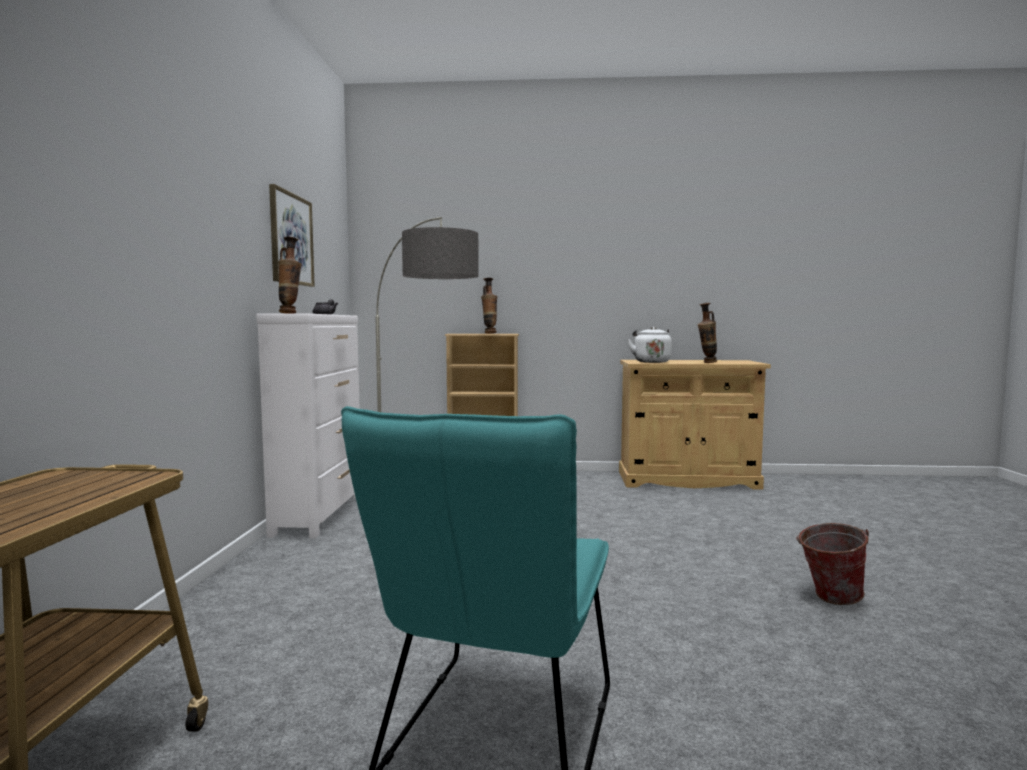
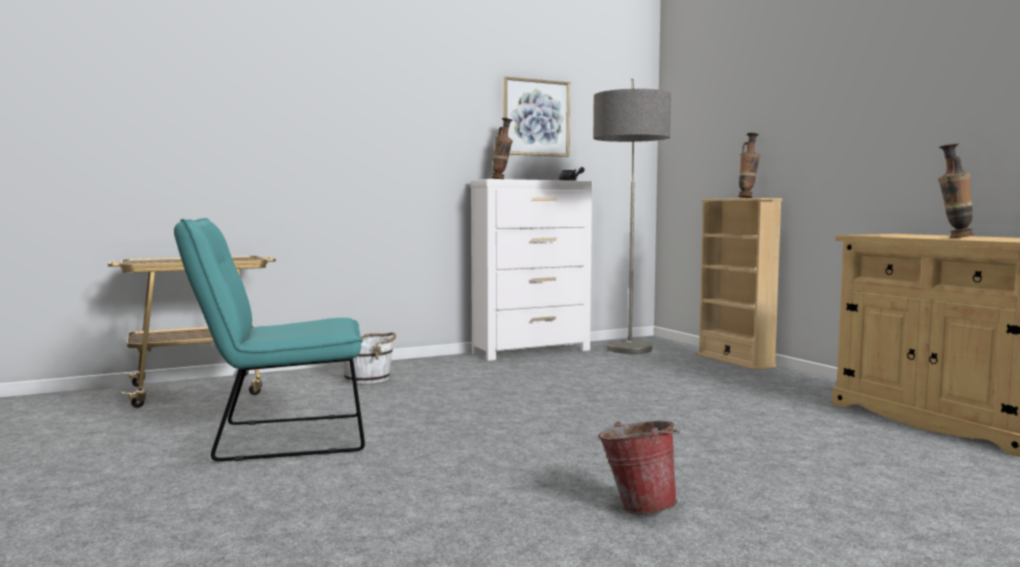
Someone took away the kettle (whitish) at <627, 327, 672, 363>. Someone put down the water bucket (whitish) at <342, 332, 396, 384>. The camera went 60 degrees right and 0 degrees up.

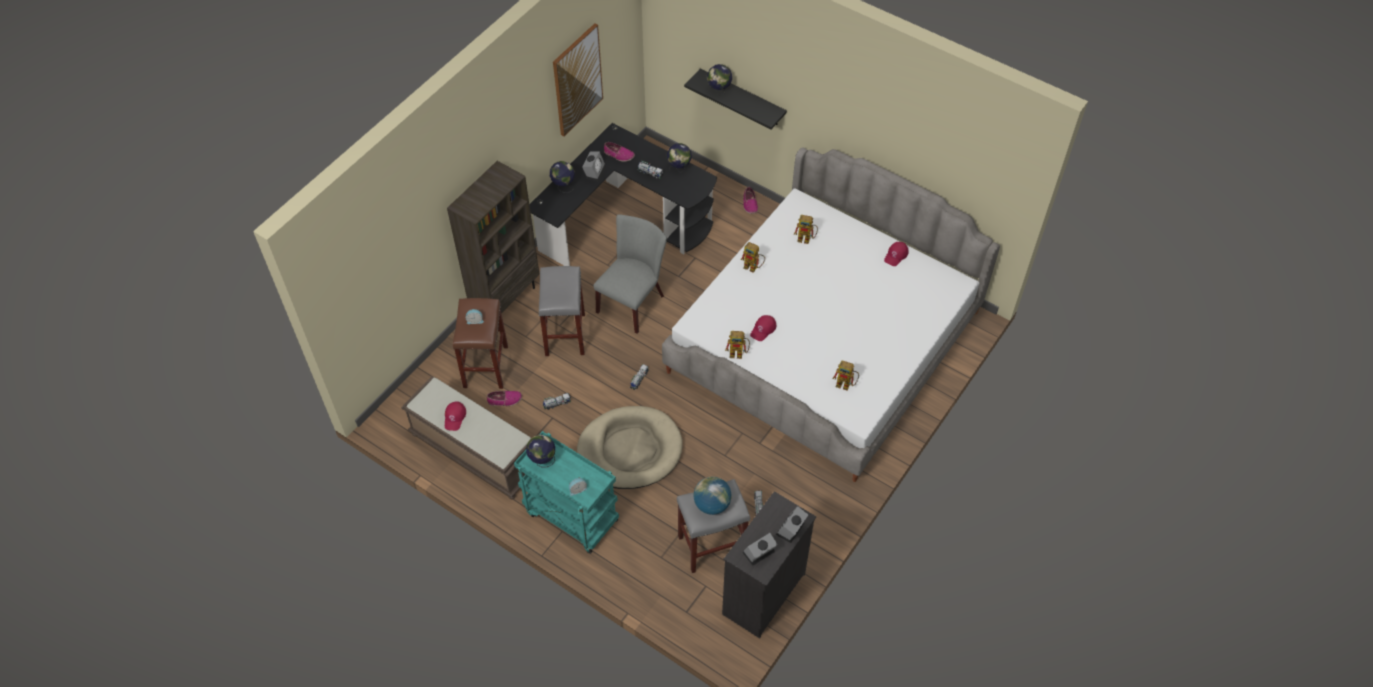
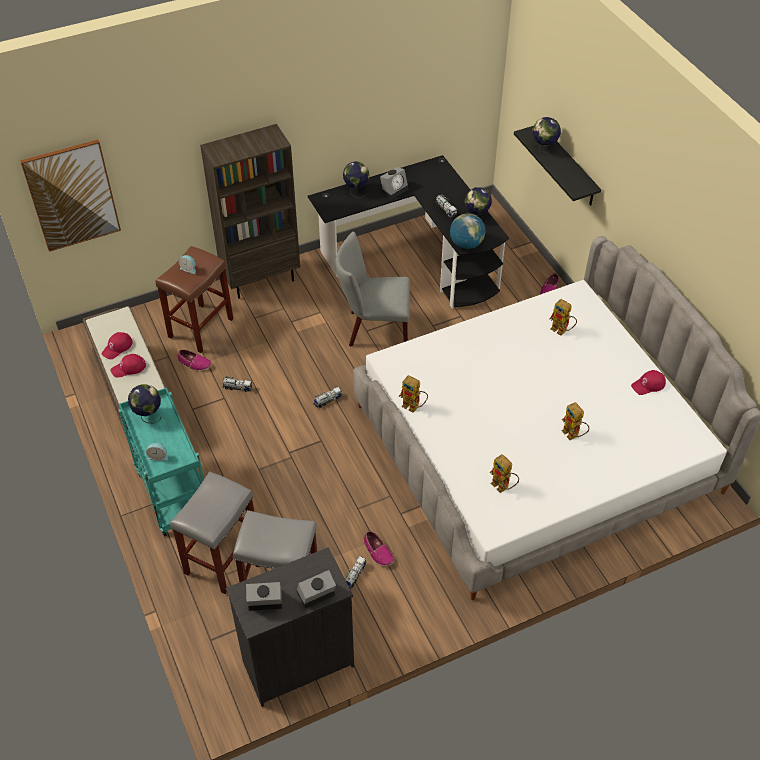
Someone carried the sitting stool (gray) from <539, 266, 585, 356> to <170, 472, 254, 594>. Someone carried the picture from <553, 23, 603, 137> to <20, 140, 121, 252>. Someone took away the dog cushion (beige) at <577, 406, 682, 489>. Someone rotated the upright chair (gray) at <594, 214, 667, 333> by 150 degrees counterclockwise. Someone carried the item of footwear from <604, 142, 635, 162> to <364, 531, 394, 566>. Someone carried the globe from <693, 477, 731, 515> to <450, 213, 485, 249>. Someone carried the model robot from <741, 242, 765, 273> to <561, 402, 589, 440>. Someone carried the baseball cap (red-coloured) from <750, 315, 776, 341> to <111, 354, 146, 378>. The camera went 30 degrees right and 5 degrees down.

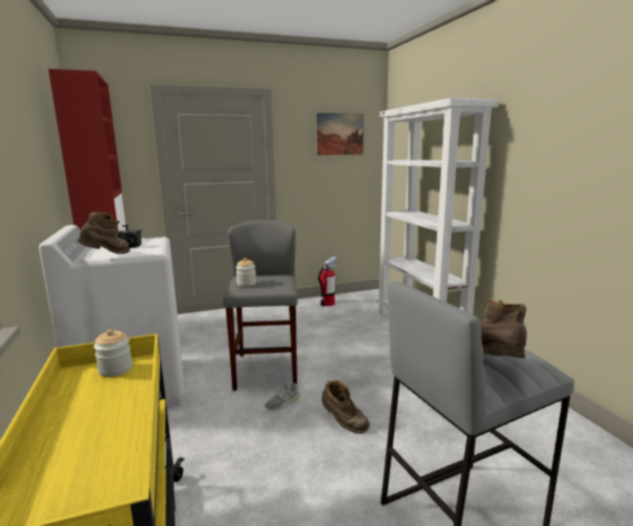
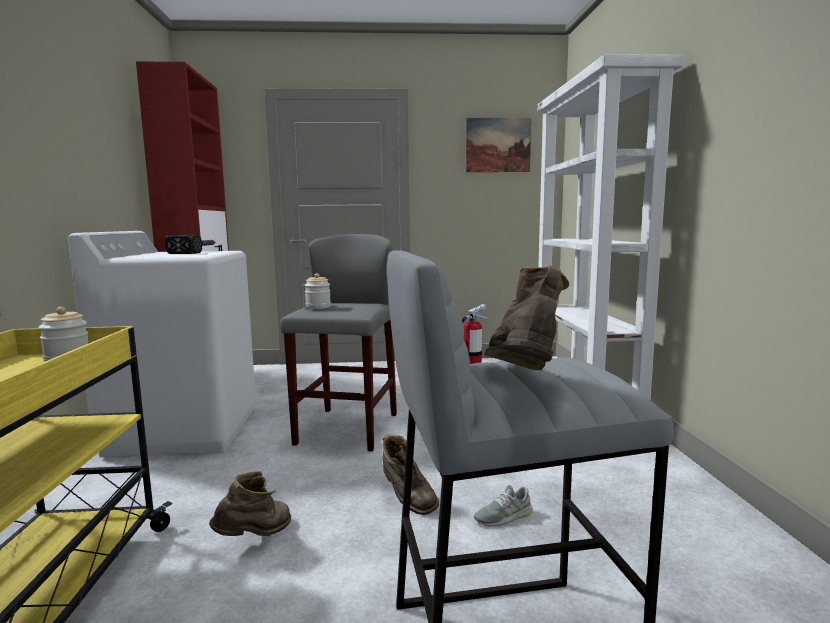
Someone carried the tall boot (brown) from <76, 212, 130, 254> to <209, 471, 291, 536>. Someone carried the item of footwear (gray) from <265, 383, 300, 410> to <474, 485, 533, 526>. The camera went 15 degrees right and 5 degrees down.

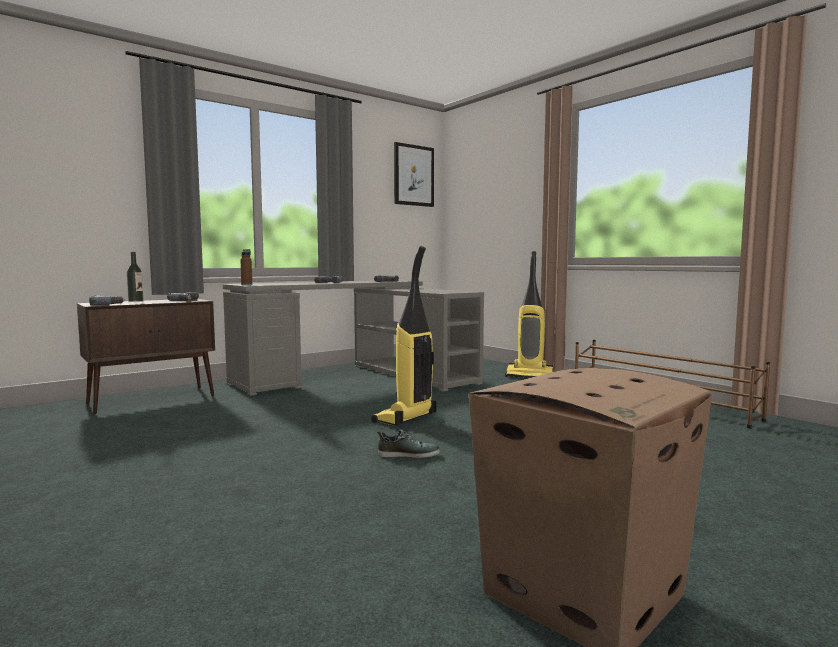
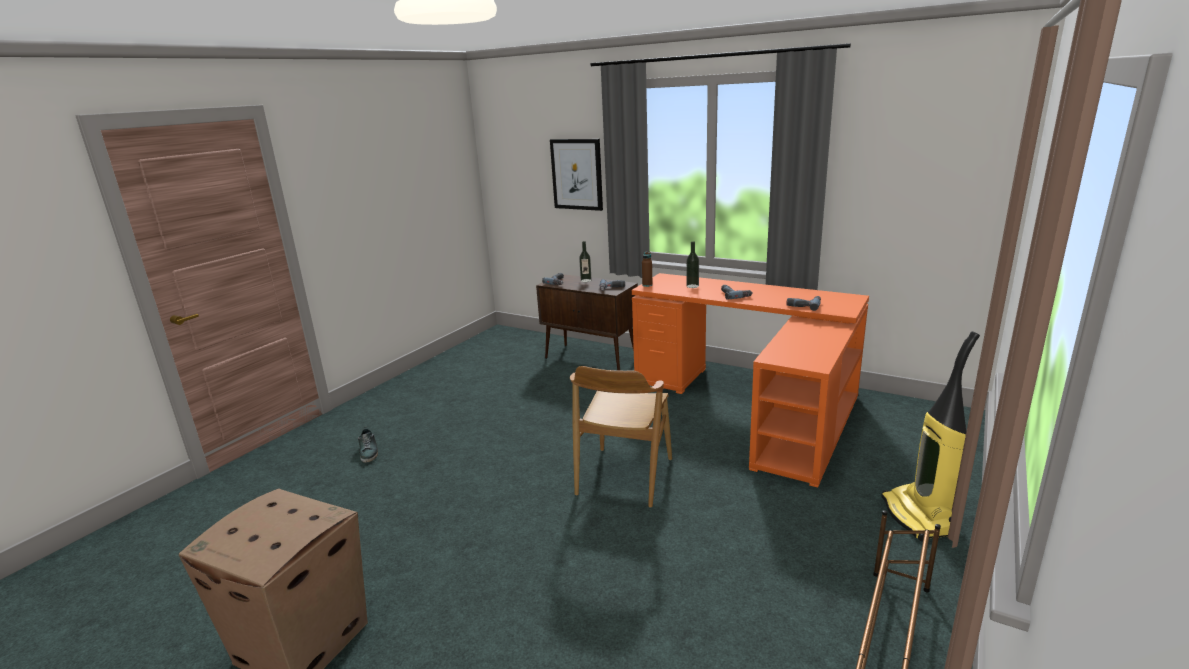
Someone repainted the desk (gray) at <223, 280, 484, 396>, which became the desk (orange) at <632, 273, 869, 488>. Someone swapped the vacuum cleaner at <371, 246, 437, 426> for the upright chair (brown) at <570, 366, 672, 508>. Someone carried the item of footwear from <377, 429, 440, 458> to <358, 426, 378, 463>. Someone carried the picture from <394, 142, 434, 207> to <550, 139, 603, 211>. Someone put down the drink bottle at <686, 241, 699, 288>. The camera went 70 degrees right and 15 degrees up.

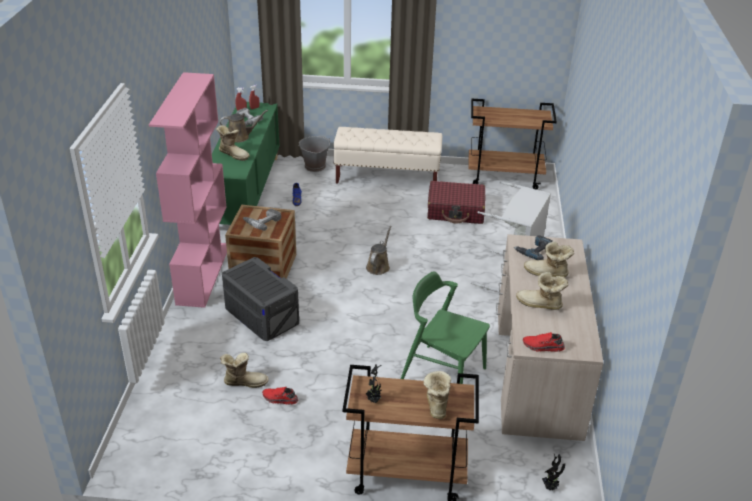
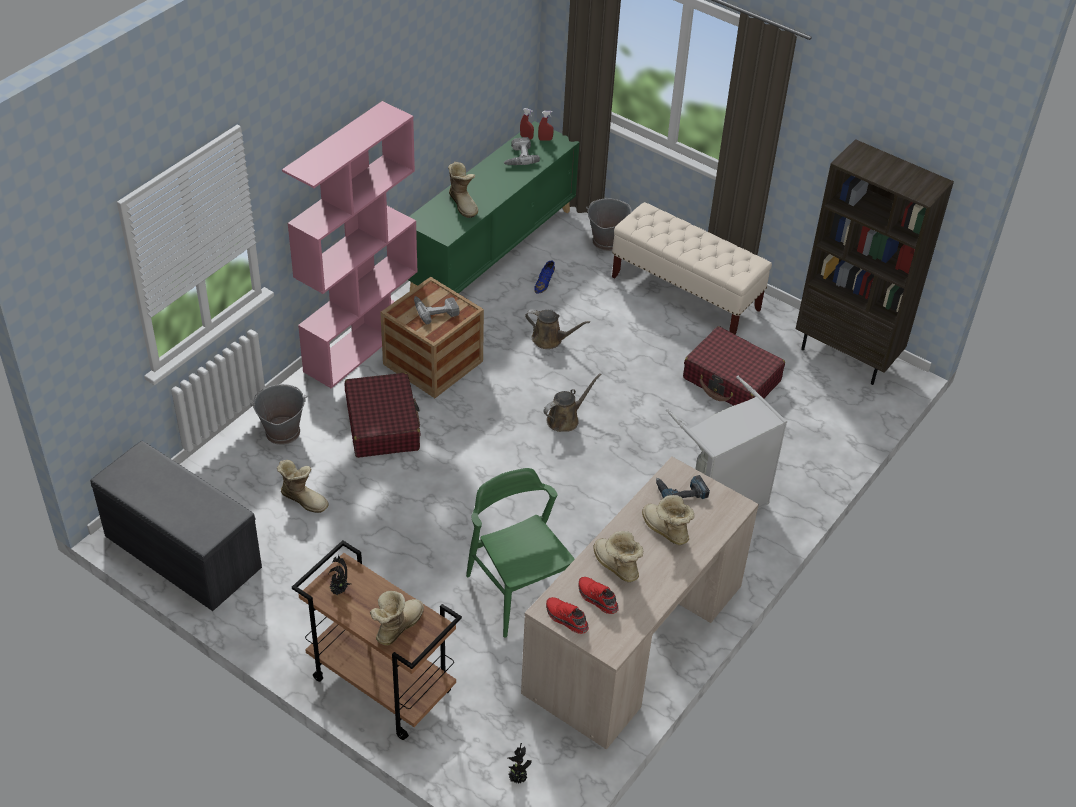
Someone carried the watering pot (brown) from <220, 110, 268, 143> to <525, 309, 590, 349>. Someone swapped the storage bin (gray) at <222, 257, 299, 341> for the piece of luggage (red-coloured) at <345, 372, 420, 458>. Someone carried the item of footwear (red-coloured) from <262, 387, 298, 405> to <578, 577, 619, 614>. Someone swapped the trolley (brown) at <468, 99, 557, 190> for the bookshelf (brown) at <796, 139, 954, 385>. Someone put down the long seat (gray) at <90, 441, 262, 611>. Someone put down the water bucket (gray) at <250, 384, 307, 445>. The camera went 30 degrees right and 10 degrees up.

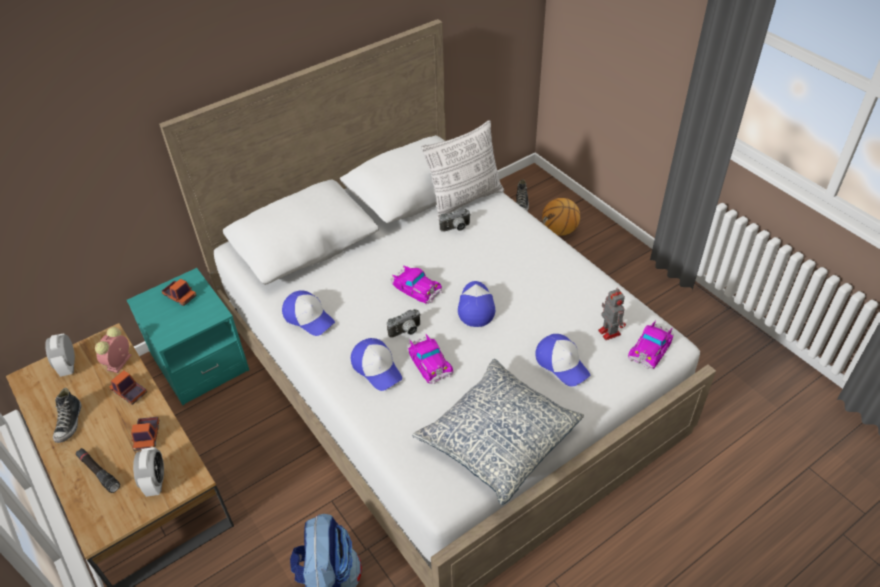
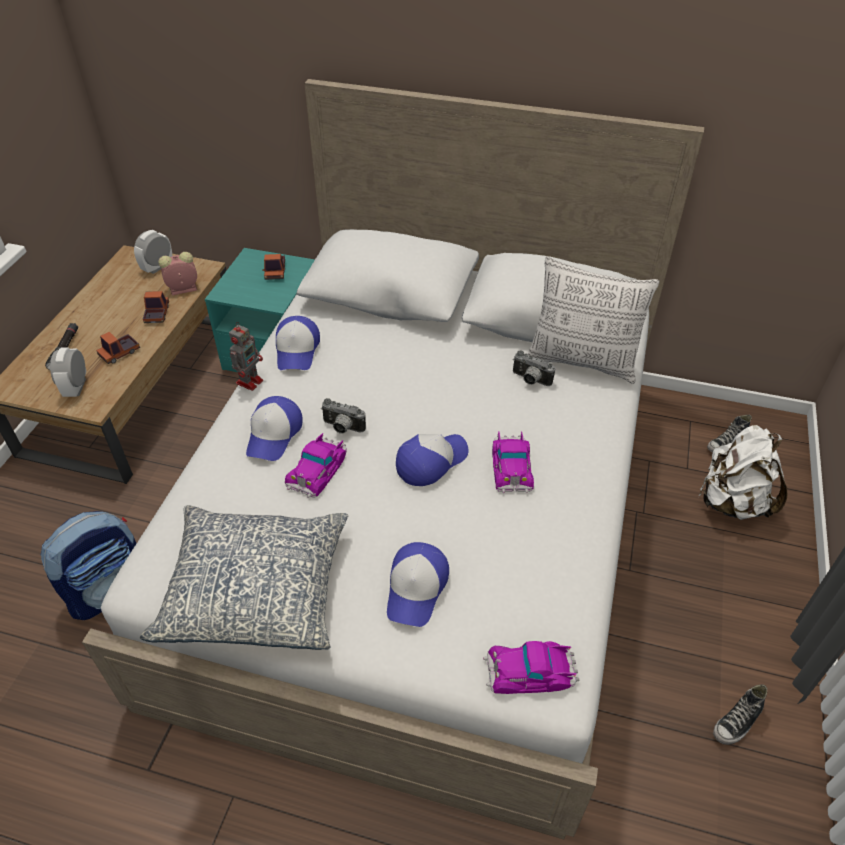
Someone carried the item of footwear from <53, 388, 81, 443> to <713, 684, 767, 745>. Someone rotated the bedside clock at <133, 447, 164, 497> by 135 degrees clockwise. Someone carried the miniature car from <390, 266, 443, 304> to <492, 431, 534, 493>. Someone swapped the basketball at <542, 198, 580, 236> for the backpack (whitish) at <699, 425, 787, 520>. Someone carried the model robot from <598, 289, 626, 340> to <229, 322, 263, 391>. The camera went 50 degrees right and 0 degrees up.

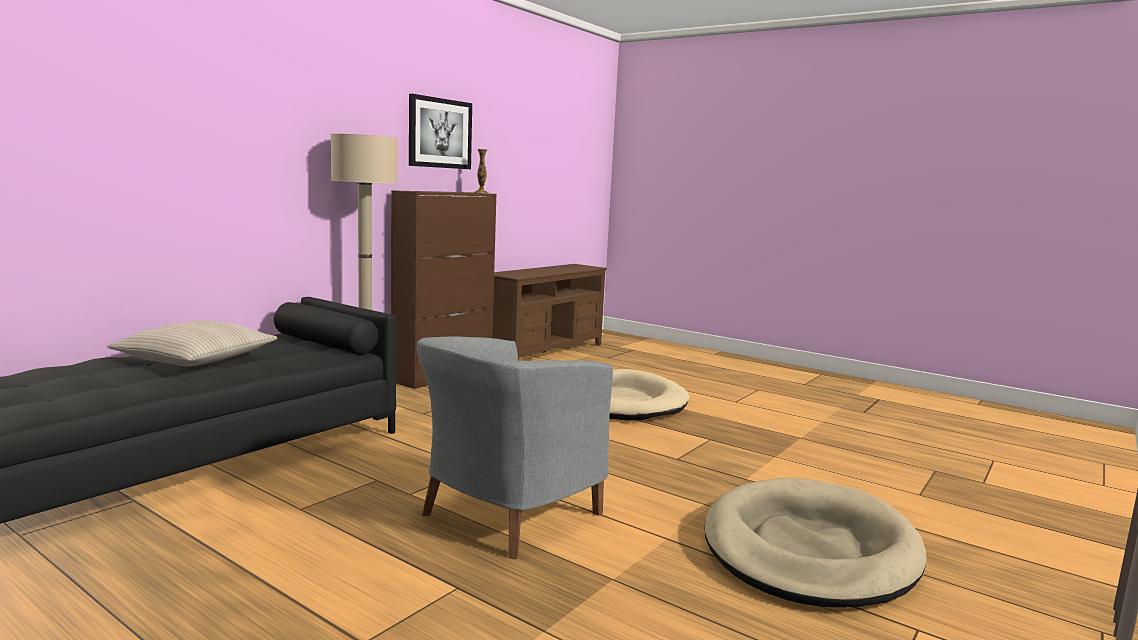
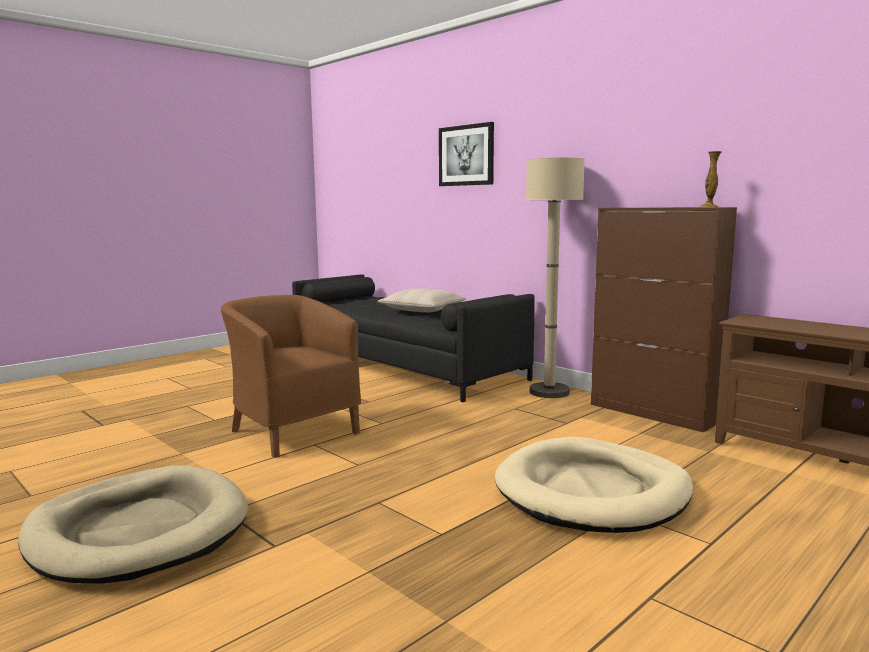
Someone carried the picture from <409, 94, 472, 169> to <439, 122, 494, 186>. Someone repainted the easy chair (gray) at <417, 336, 613, 559>, which became the easy chair (brown) at <221, 295, 361, 458>. The camera went 100 degrees right and 0 degrees up.

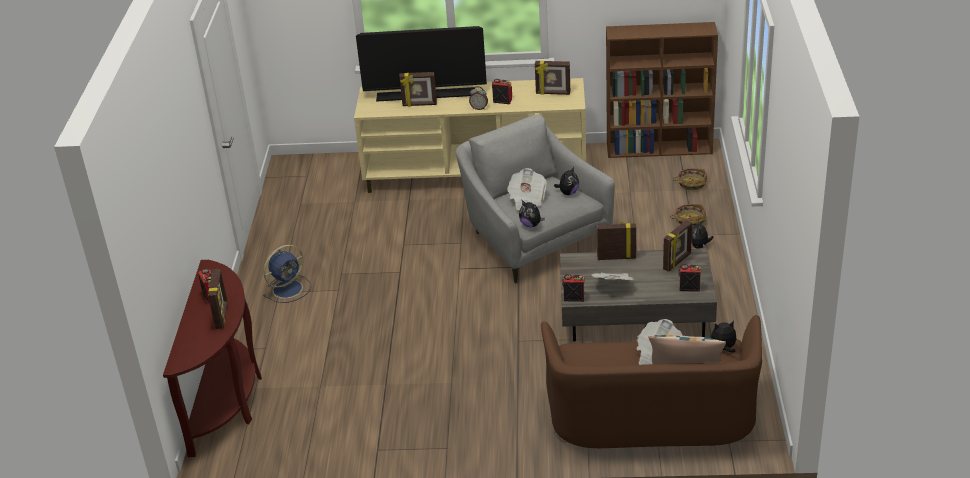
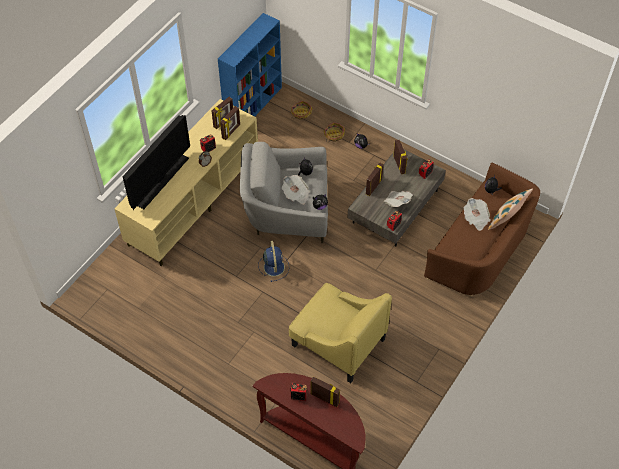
Someone carried the cooling fan (bluish) from <263, 245, 311, 303> to <258, 241, 289, 282>. Someone carried the photo frame from <399, 72, 437, 107> to <220, 106, 240, 140>. Someone repainted the bookshelf (brown) at <606, 22, 718, 158>, which became the bookshelf (bluish) at <218, 13, 282, 117>. Someone put down the easy chair (yellow) at <289, 283, 392, 383>. The camera went 60 degrees left and 20 degrees up.

